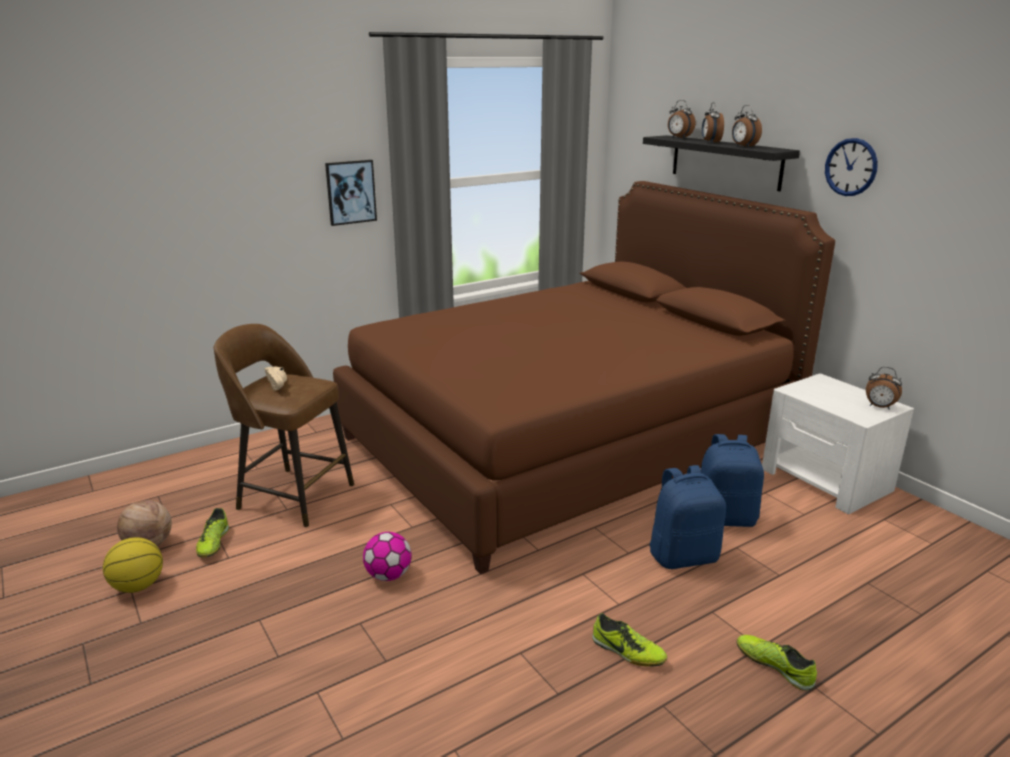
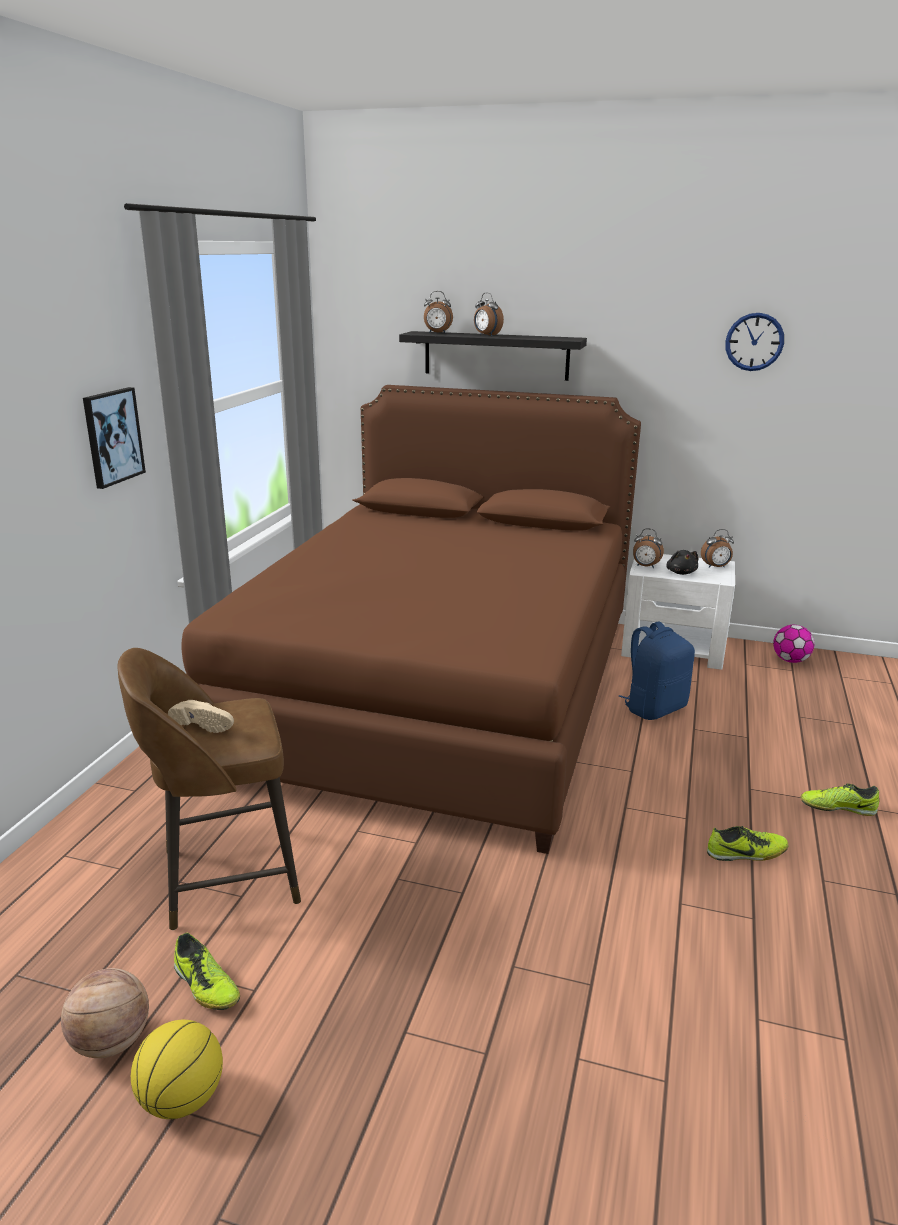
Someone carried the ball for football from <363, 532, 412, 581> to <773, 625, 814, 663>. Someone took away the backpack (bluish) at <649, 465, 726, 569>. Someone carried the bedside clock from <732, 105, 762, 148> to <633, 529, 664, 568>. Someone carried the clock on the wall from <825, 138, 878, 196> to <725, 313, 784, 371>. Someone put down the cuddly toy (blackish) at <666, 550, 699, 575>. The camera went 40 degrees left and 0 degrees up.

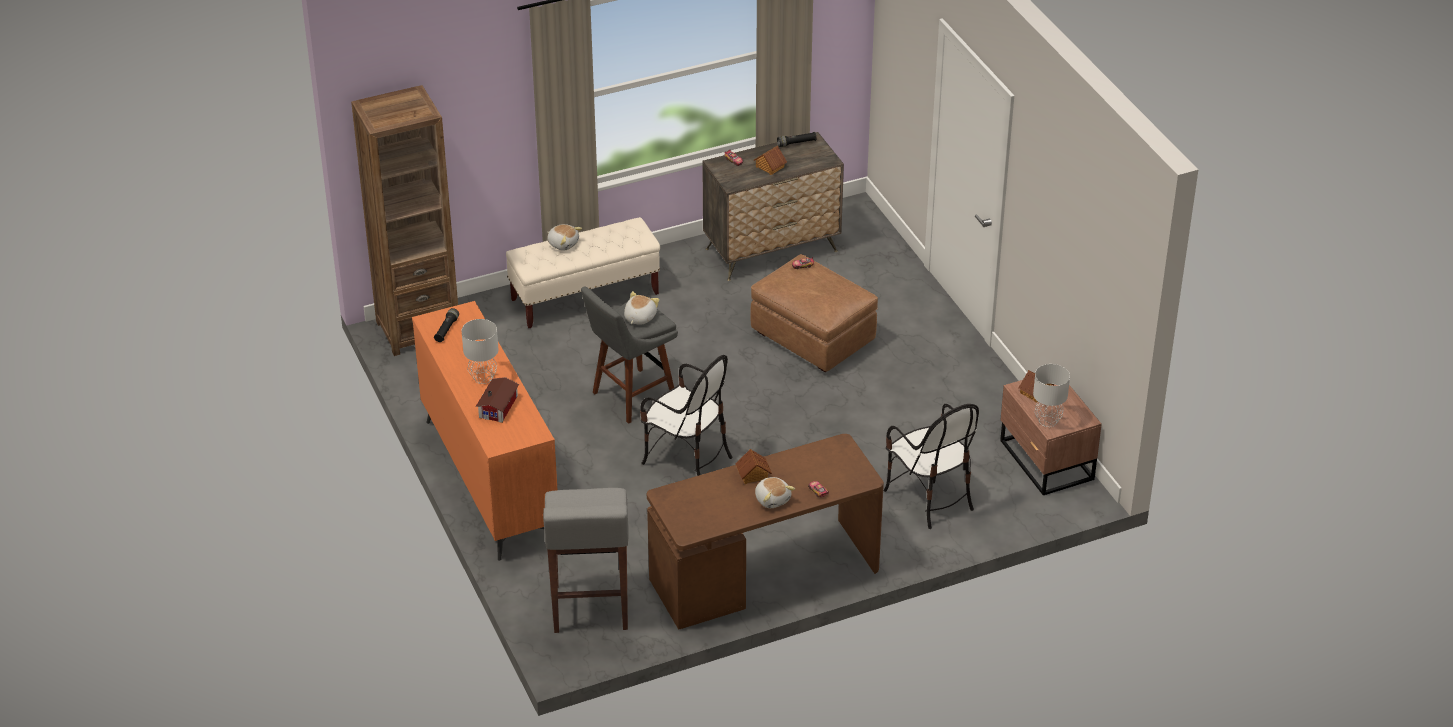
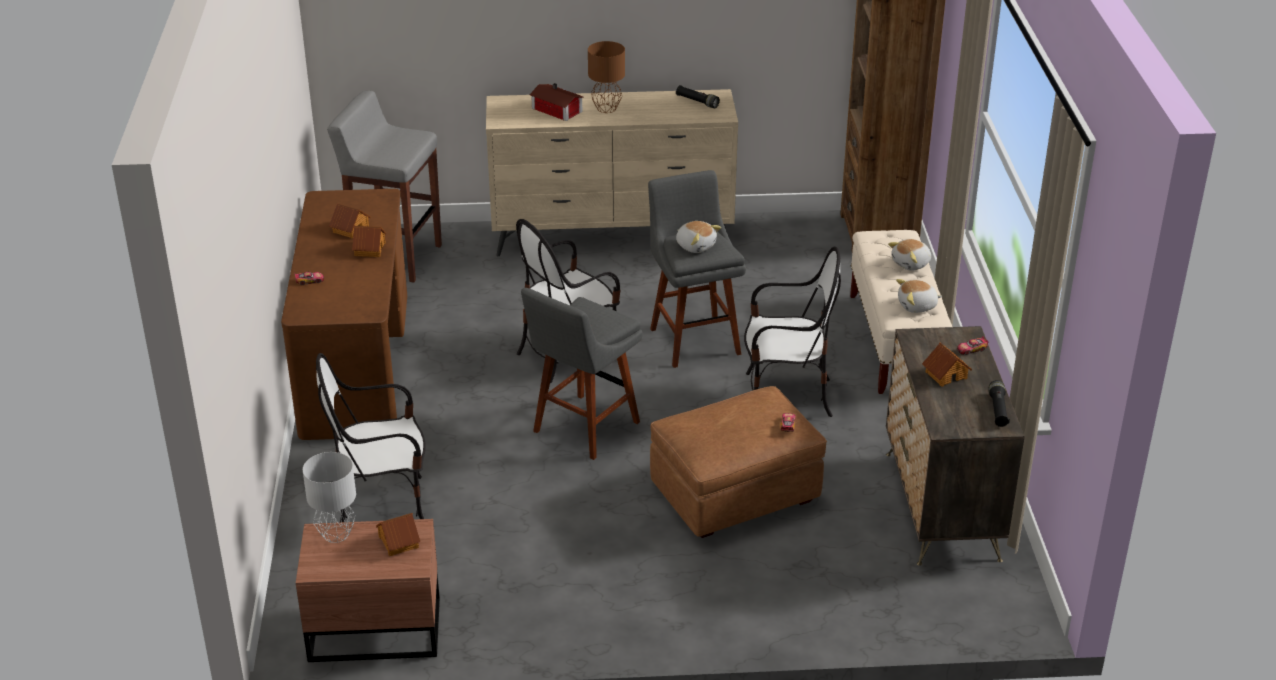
Someone repainted the chest of drawers (orange) at <412, 301, 557, 561>, which became the chest of drawers (beige) at <486, 89, 738, 256>. Someone repainted the tabletop lamp (gray) at <462, 319, 498, 384>, which became the tabletop lamp (brown) at <588, 41, 625, 113>. Someone carried the cuddly toy from <755, 477, 795, 508> to <896, 279, 942, 313>. Someone put down the model house at <329, 203, 371, 238>. Someone put down the sitting stool (gray) at <521, 288, 643, 460>. Someone put down the upright chair at <744, 247, 841, 417>. The camera went 110 degrees right and 5 degrees down.

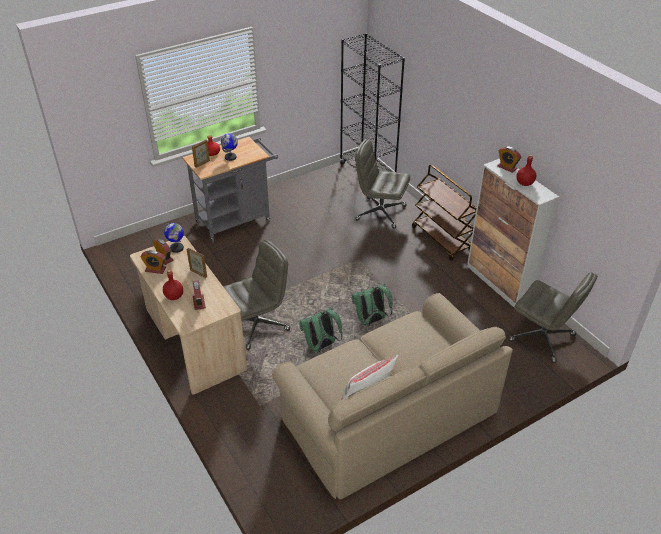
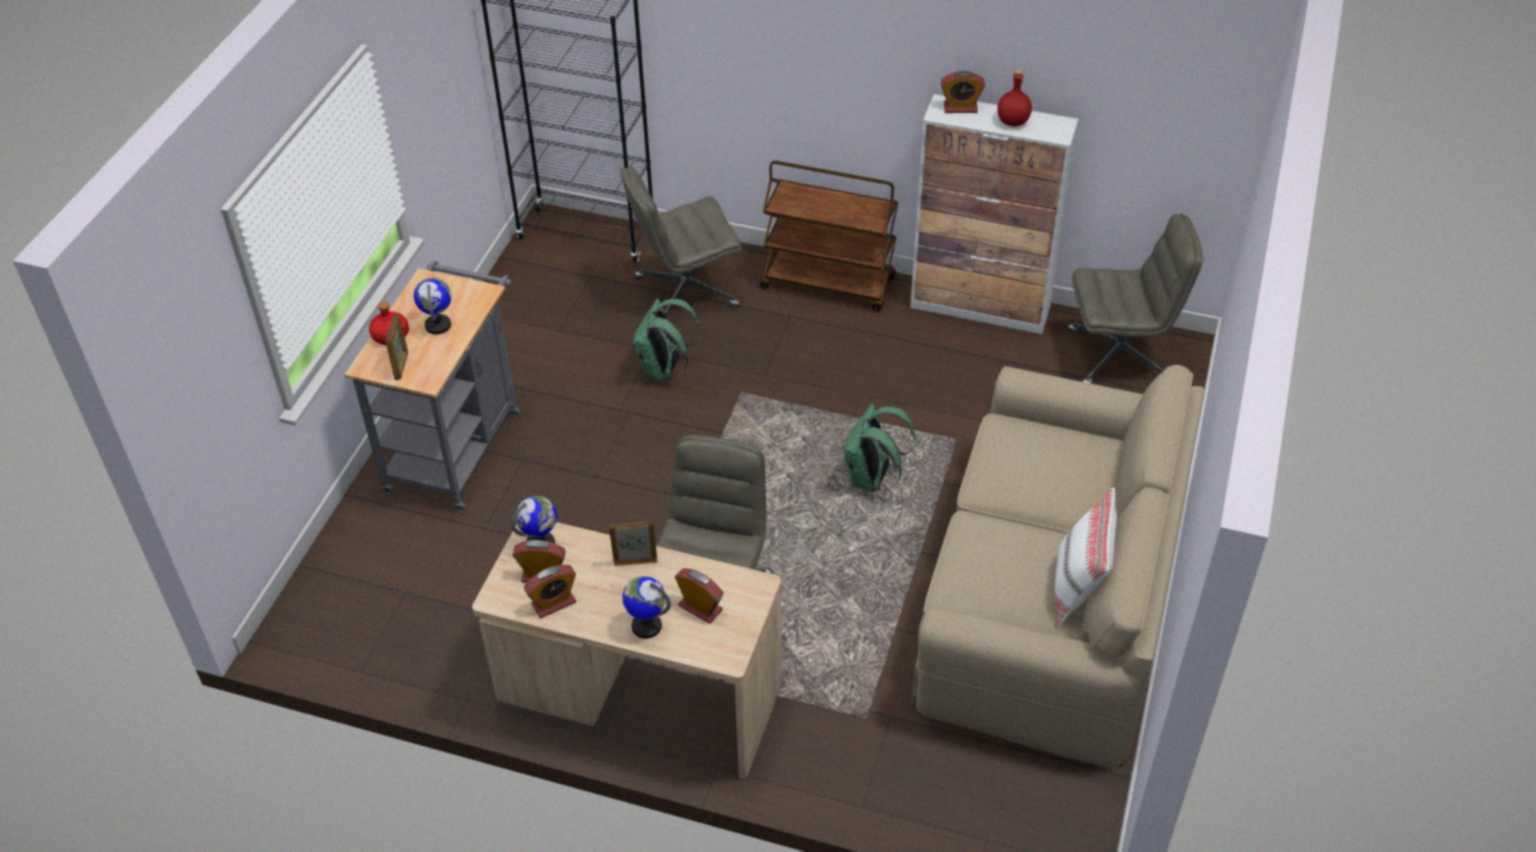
Someone swapped the drink bottle (red-coloured) at <163, 270, 183, 300> for the globe at <622, 576, 671, 639>. Someone carried the backpack (green) from <299, 307, 343, 352> to <633, 298, 701, 381>. The camera went 40 degrees left and 5 degrees up.

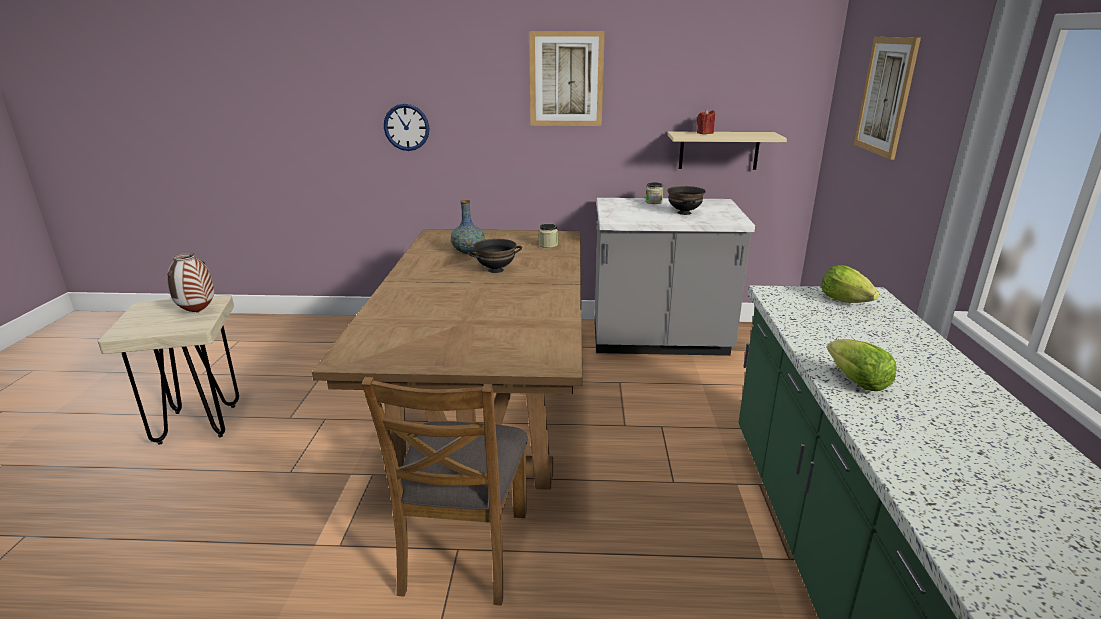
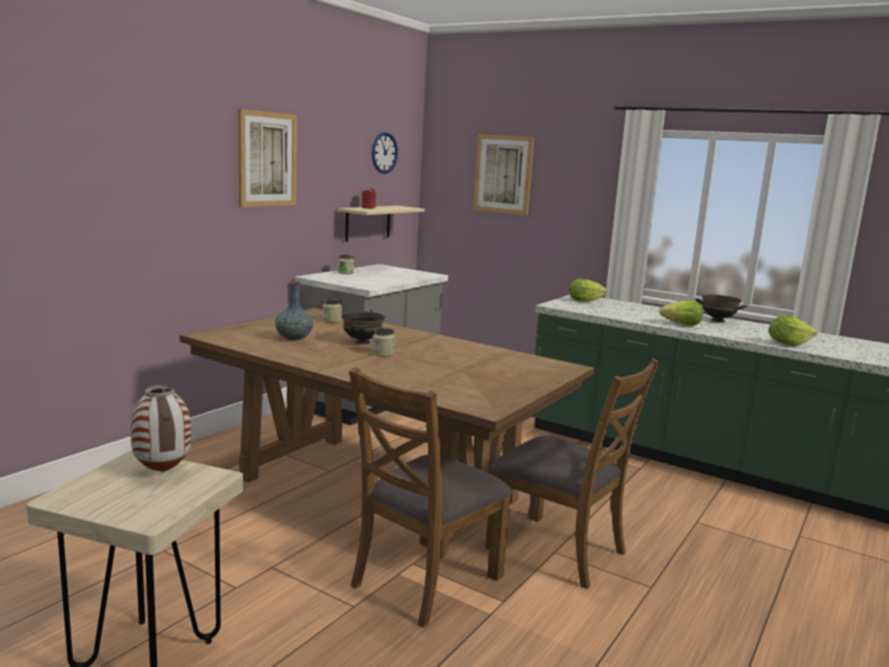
Someone carried the clock on the wall from <384, 104, 429, 151> to <372, 132, 398, 174>. Someone carried the bowl (blackish) from <667, 186, 706, 215> to <695, 294, 747, 323>. Someone put down the upright chair (brown) at <349, 367, 512, 628>. Someone put down the storage jar at <372, 328, 395, 356>. Someone put down the lettuce at <769, 315, 817, 346>. The camera went 60 degrees left and 10 degrees down.

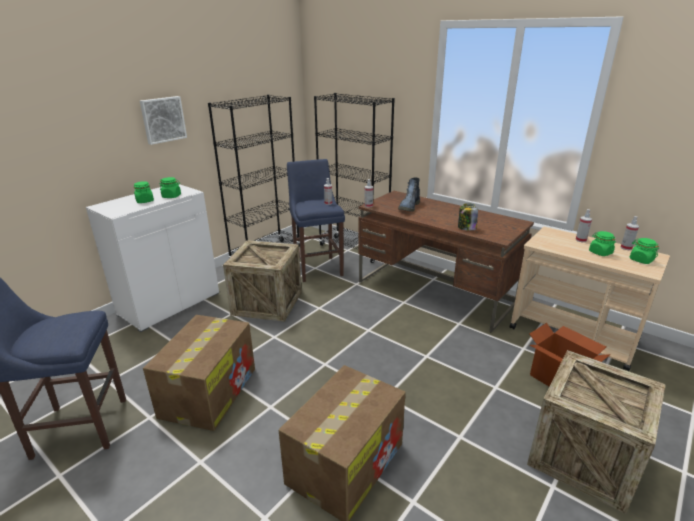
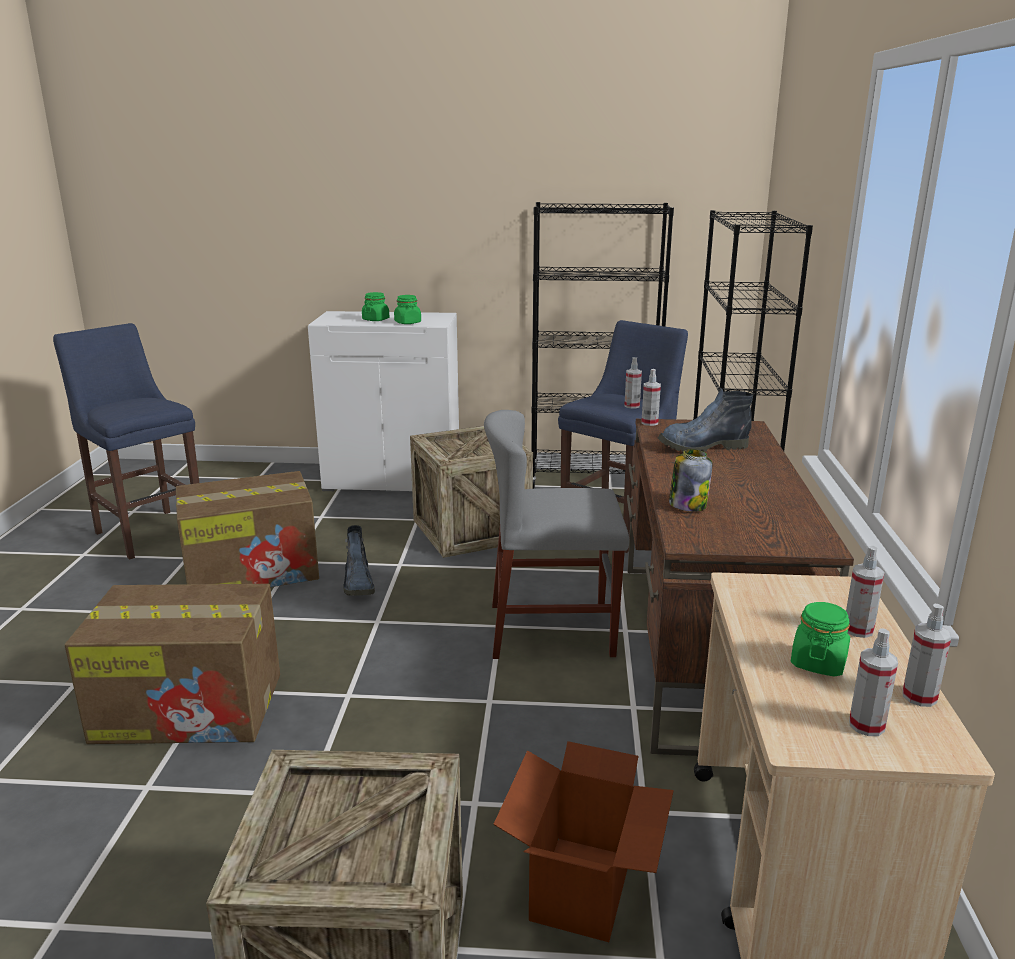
Someone took away the picture at <140, 96, 187, 145>. Someone swapped the storage jar (green) at <630, 238, 659, 264> for the sprayer at <849, 628, 898, 736>. Someone put down the tall boot at <343, 525, 375, 596>. Someone put down the upright chair (gray) at <484, 410, 629, 659>. The camera went 55 degrees right and 5 degrees down.

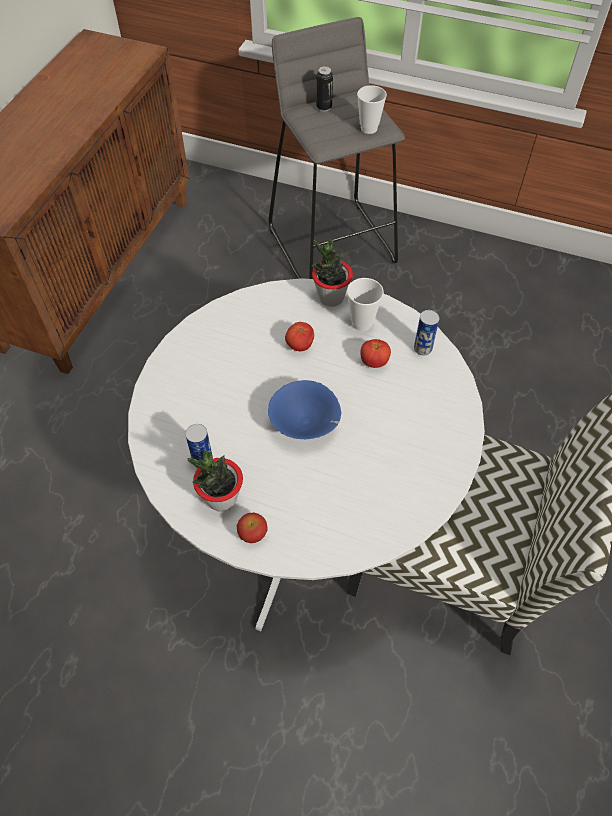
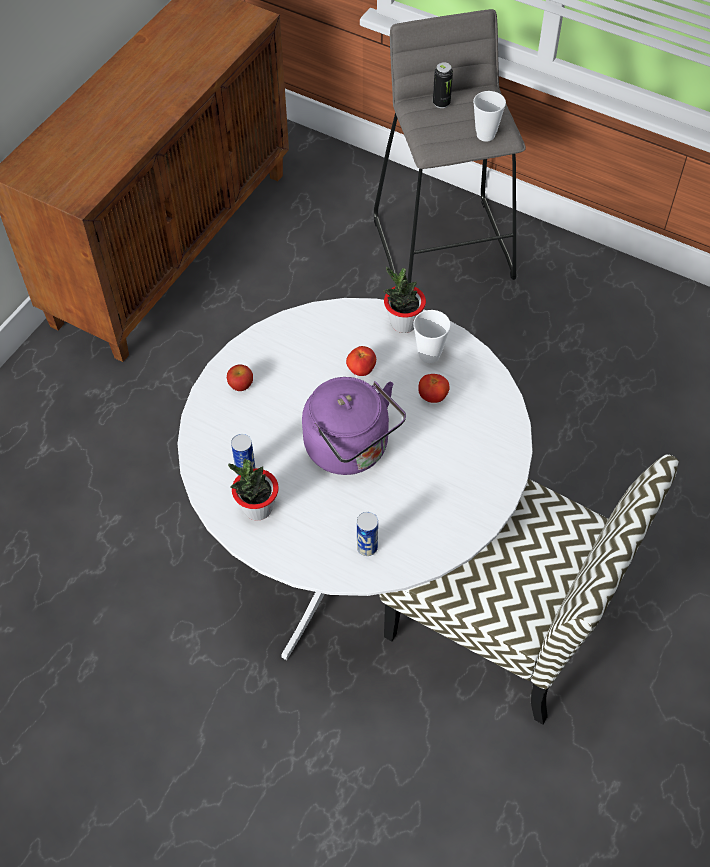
Someone carried the whole apple from <237, 513, 268, 543> to <227, 364, 253, 391>. Someone swapped the bowl (bluish) at <268, 380, 341, 439> for the kettle (purple) at <302, 377, 406, 475>. Someone carried the can from <414, 310, 440, 356> to <357, 512, 378, 556>. The camera went 10 degrees right and 0 degrees up.

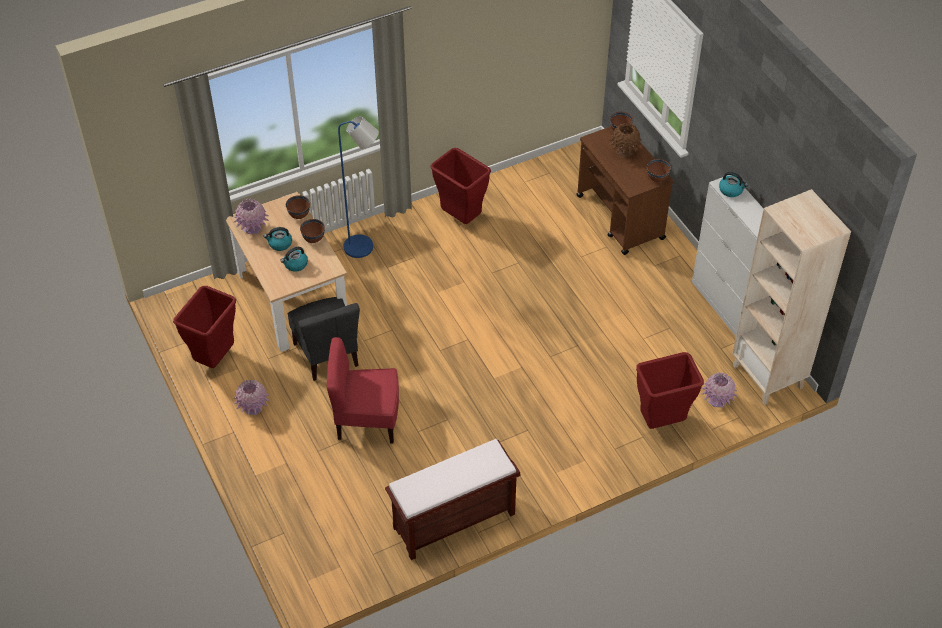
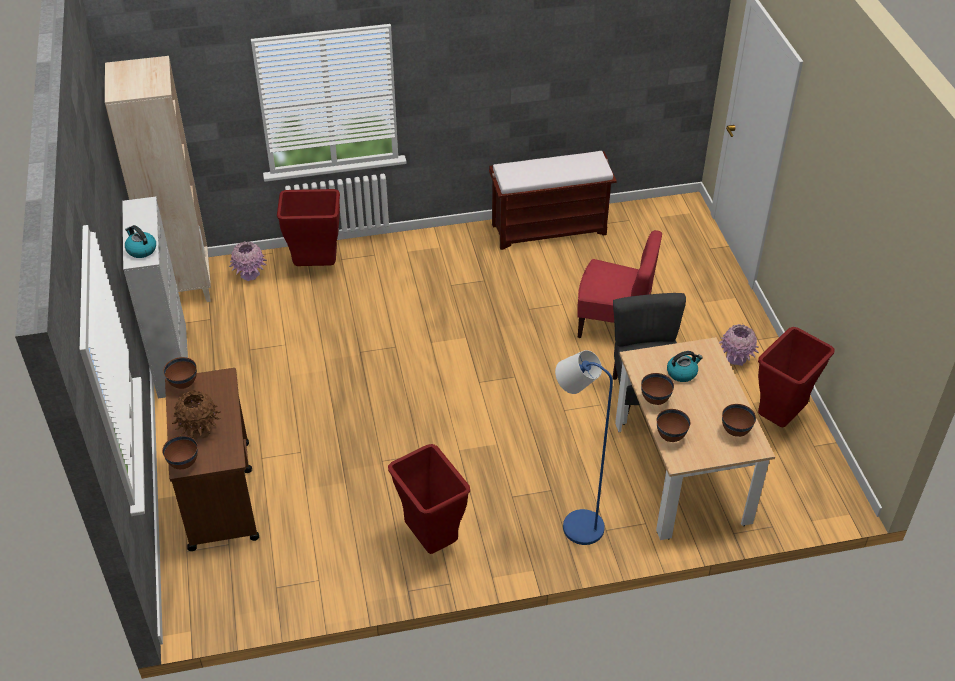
Someone swapped the flower vase (pinkish) at <234, 198, 269, 234> for the bowl (brown) at <722, 404, 756, 437>. Someone took away the kettle at <264, 227, 292, 251>. The camera went 165 degrees left and 5 degrees down.

